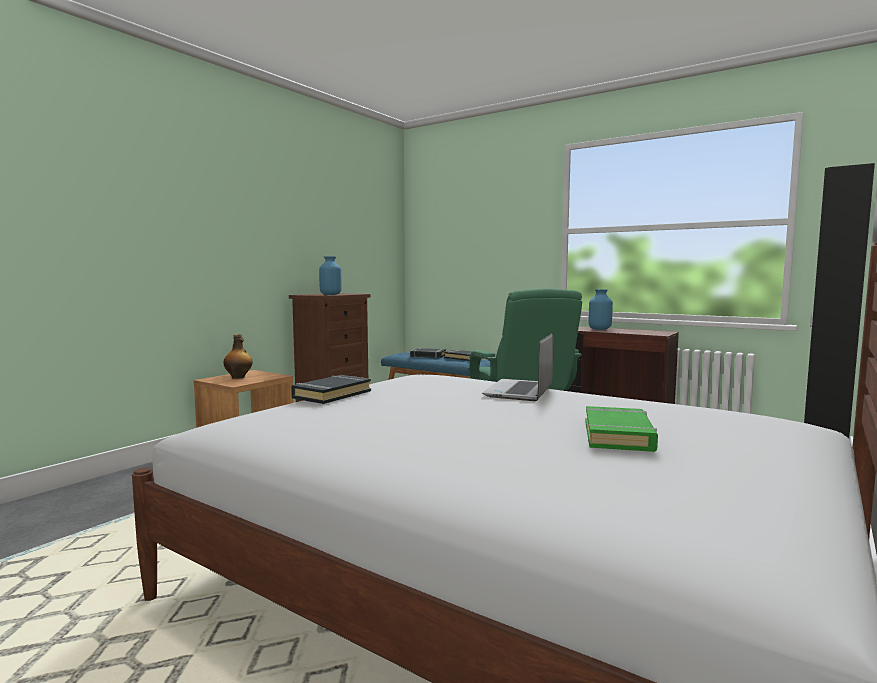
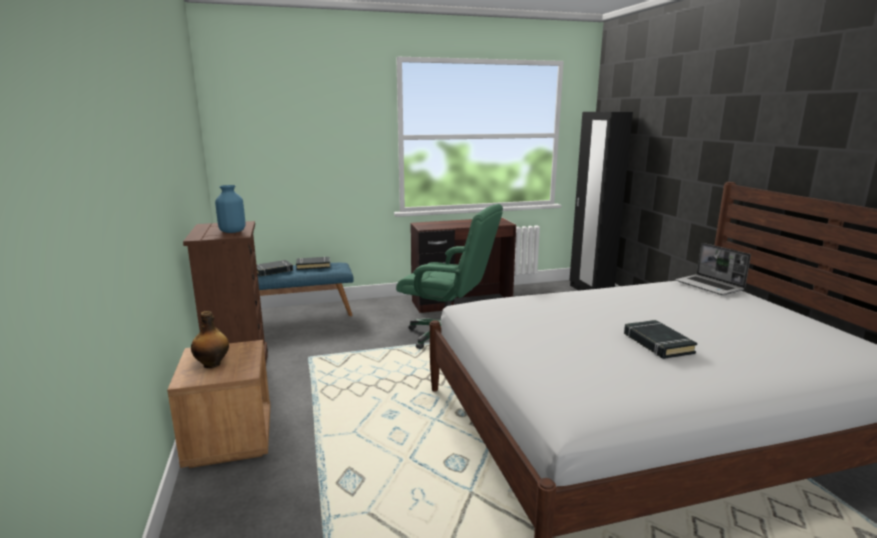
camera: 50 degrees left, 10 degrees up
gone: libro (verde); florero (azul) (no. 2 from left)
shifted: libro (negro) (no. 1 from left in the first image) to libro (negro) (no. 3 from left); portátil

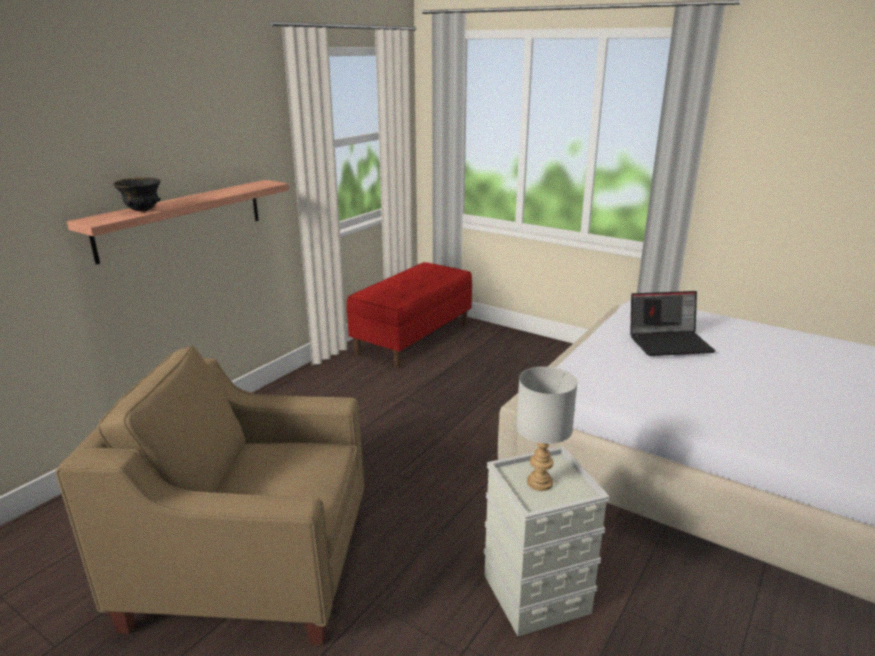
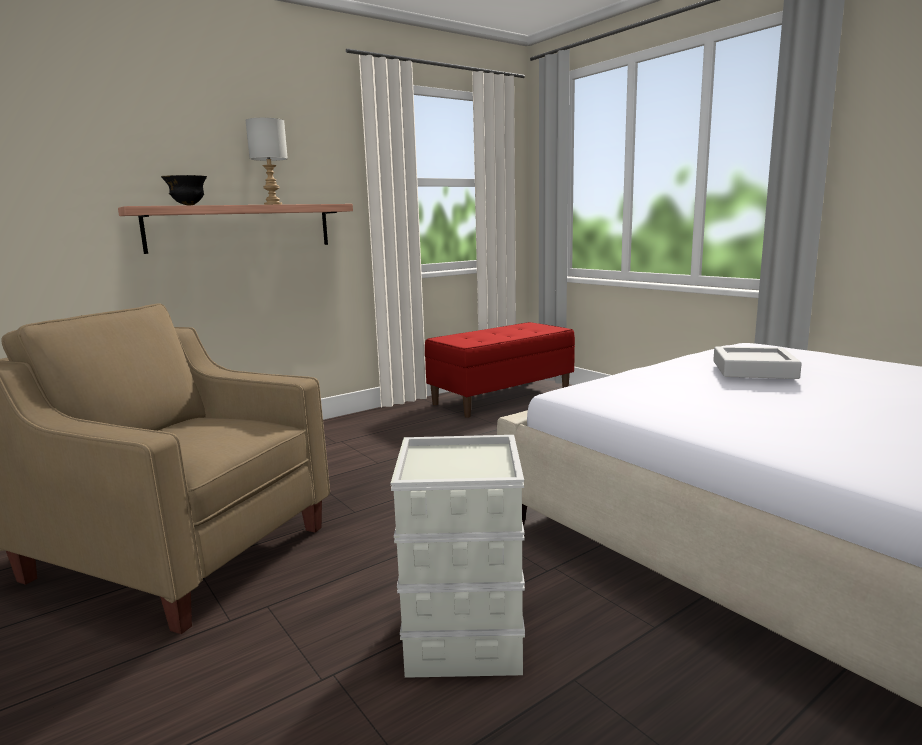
camera: 20 degrees right, 10 degrees down
shifted: lámpara de mesa (gris)
swapped: portátil to bandeja (gris)

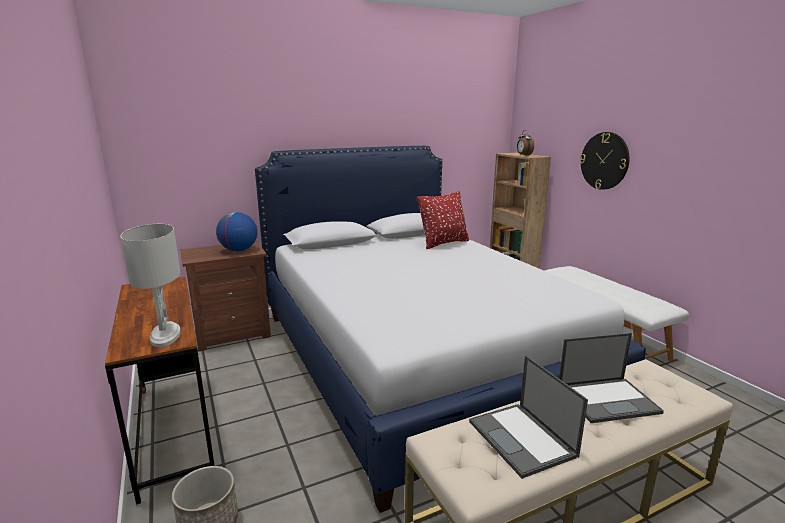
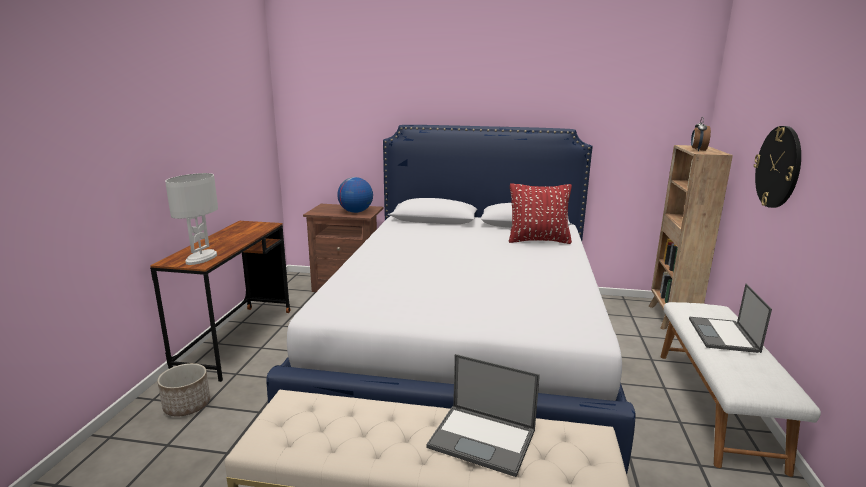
camera: 35 degrees right, 0 degrees up
shifted: portátil (no. 1 from left in the first image) to portátil (no. 2 from left)

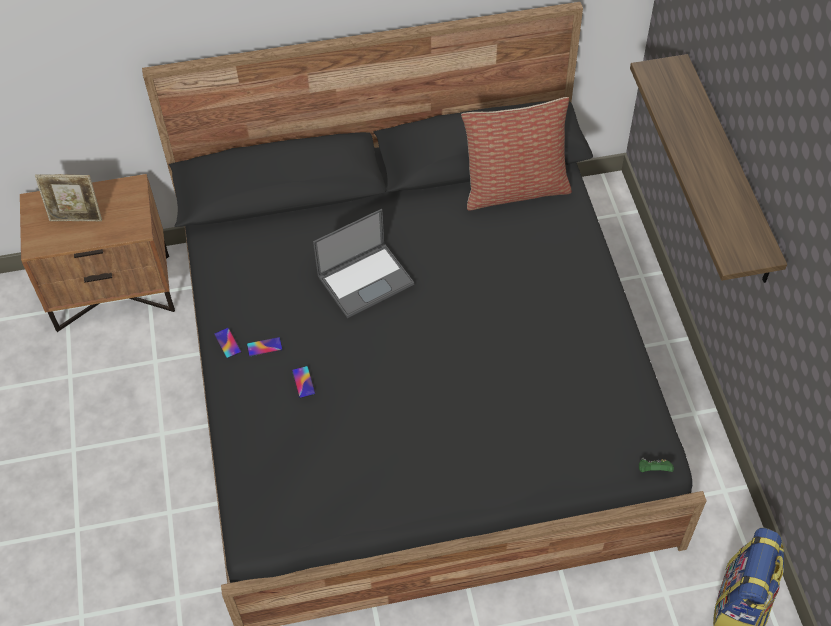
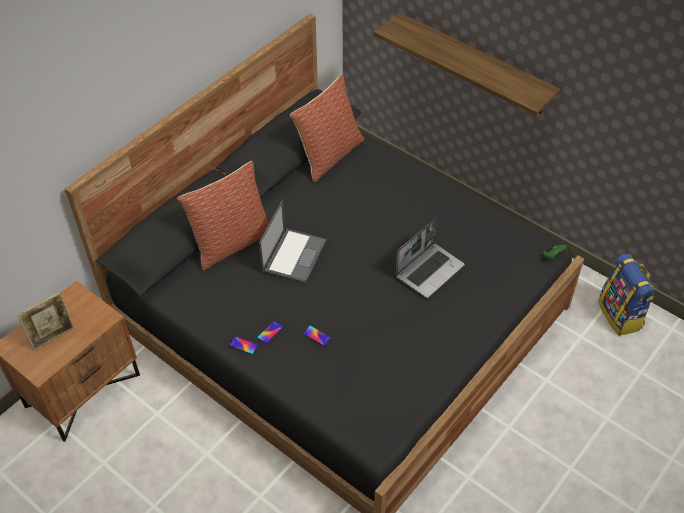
camera: 40 degrees left, 5 degrees down
new: cojín (no. 1 from left); portátil (no. 2 from left)

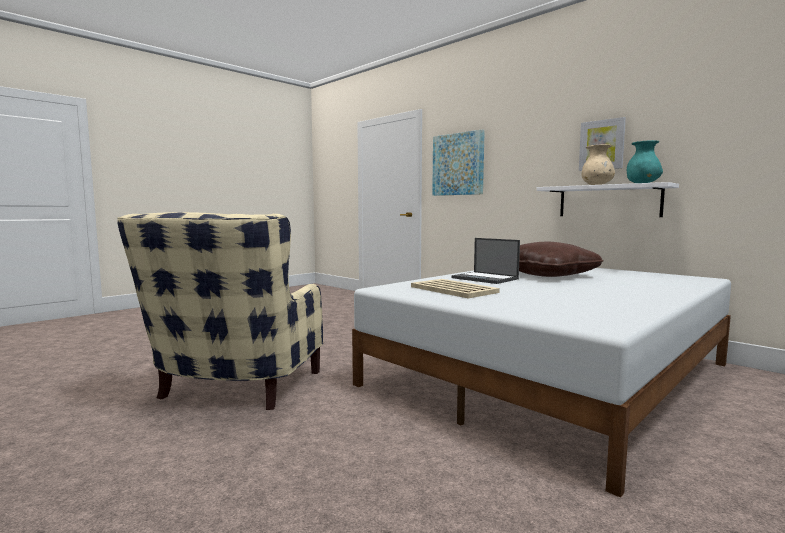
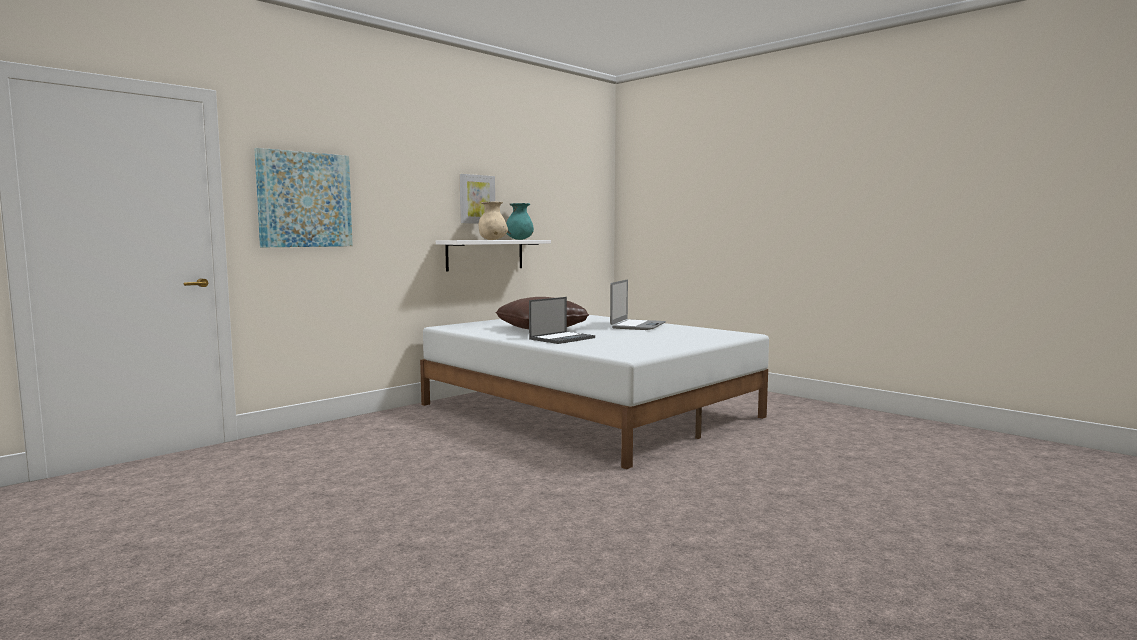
camera: 90 degrees left, 0 degrees up
gone: sillón (beis); bandeja (beis)
new: portátil (no. 2 from left)

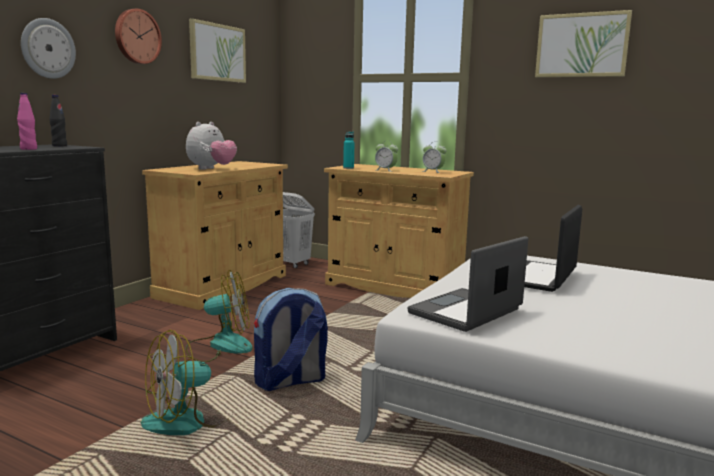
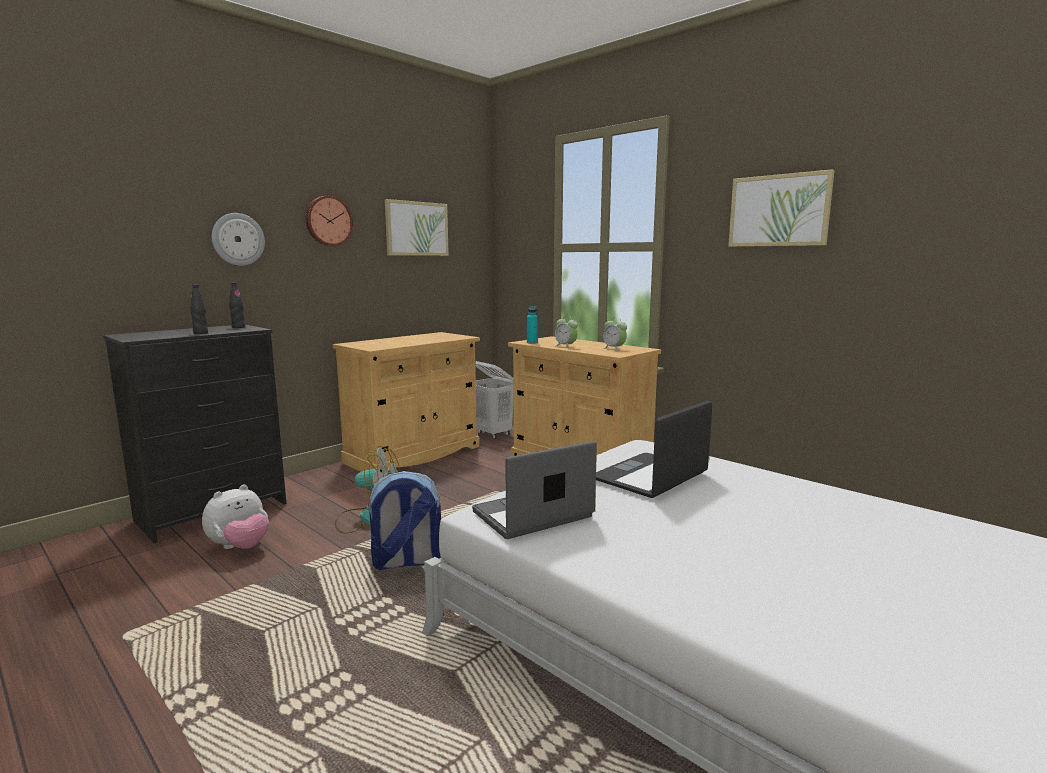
camera: 15 degrees right, 0 degrees up
gone: ventilador (no. 1 from left)
shifted: peluche
repainted: botella (rosa) to botella (negro) (no. 1 from left)

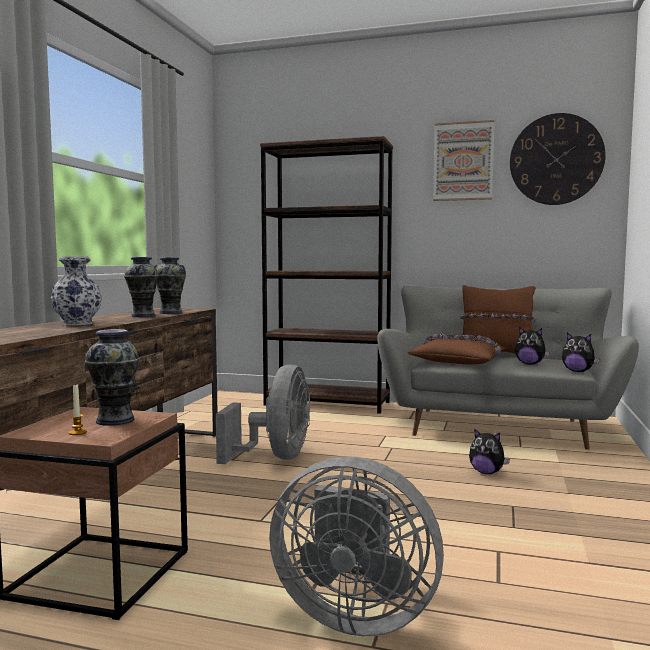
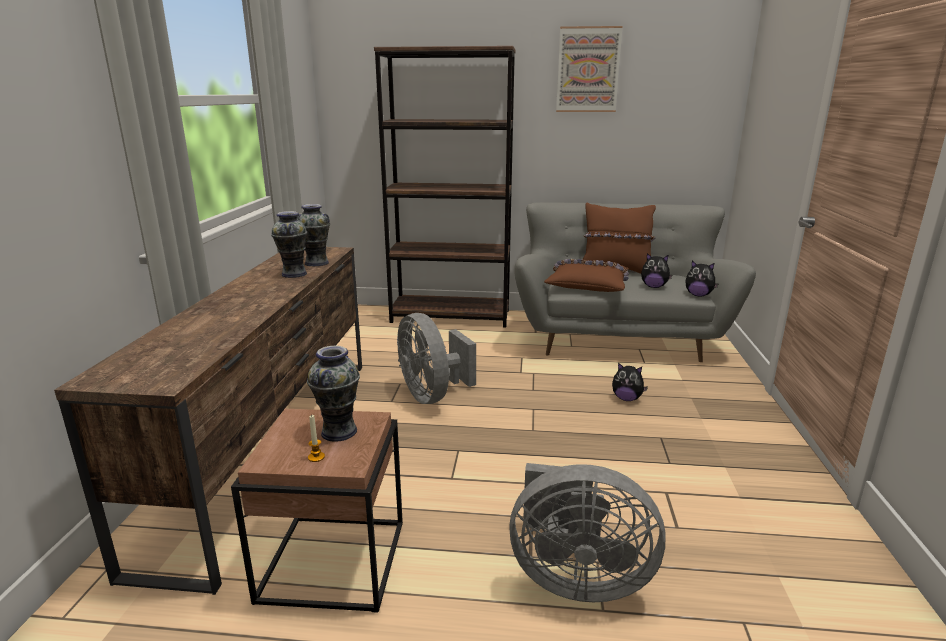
camera: 10 degrees left, 15 degrees up
gone: florero (no. 1 from left); reloj de pared
rotated: ventilador (gris) (no. 1 from left) 150 degrees clockwise

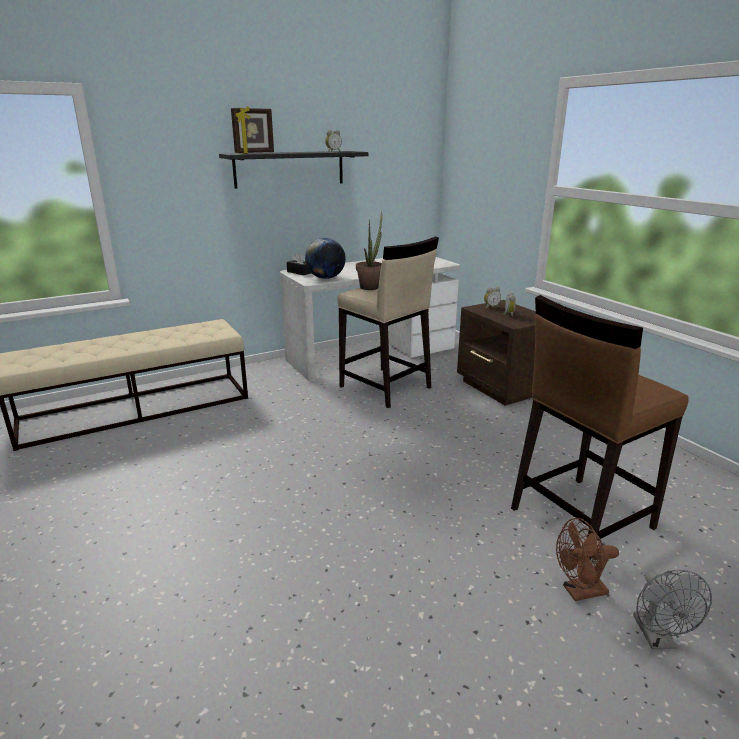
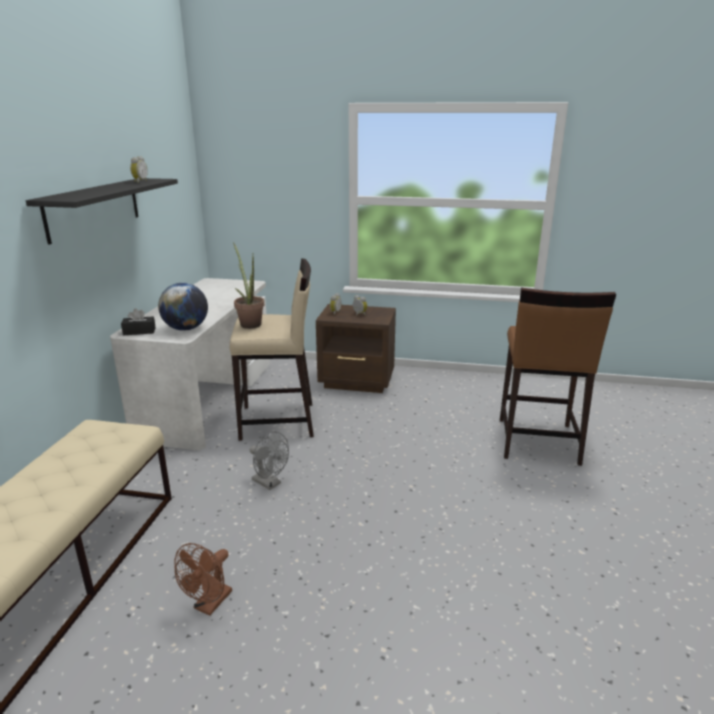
camera: 50 degrees left, 0 degrees up
gone: portarretratos
shifted: ventilador (marrón); ventilador (gris)

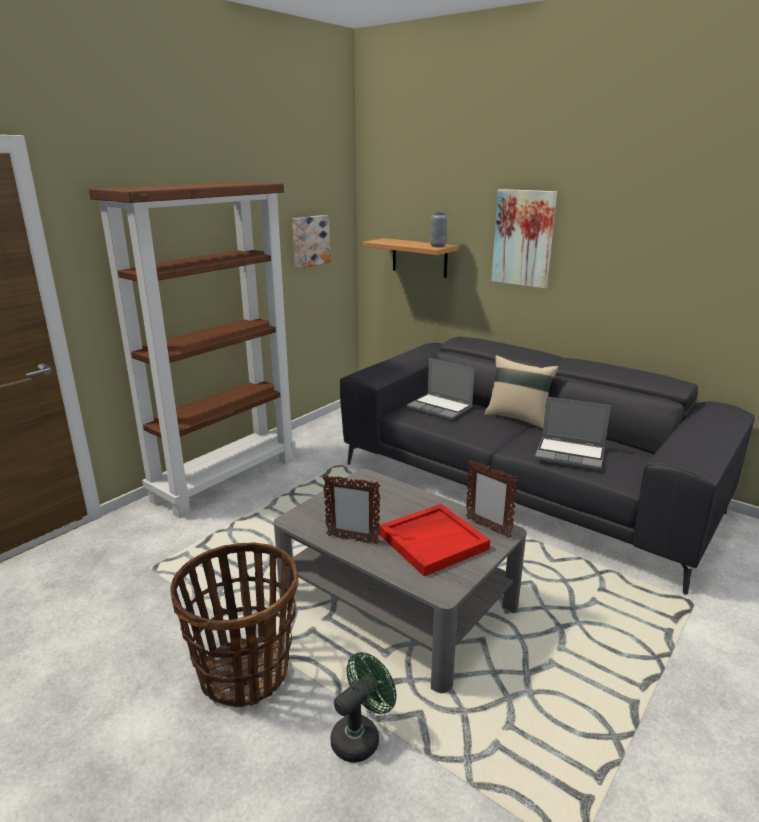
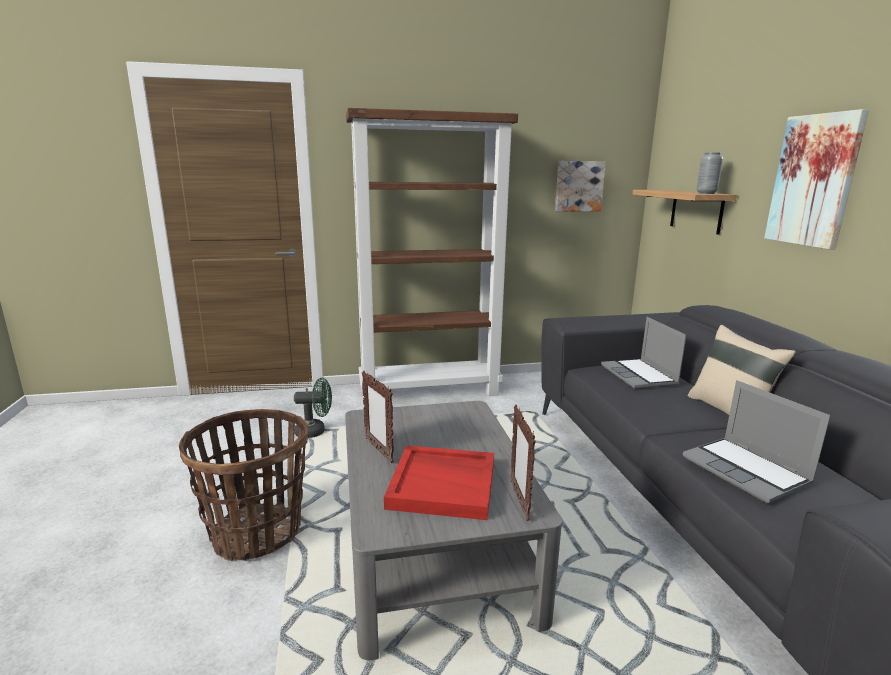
camera: 40 degrees right, 5 degrees down
shifted: ventilador (verde)

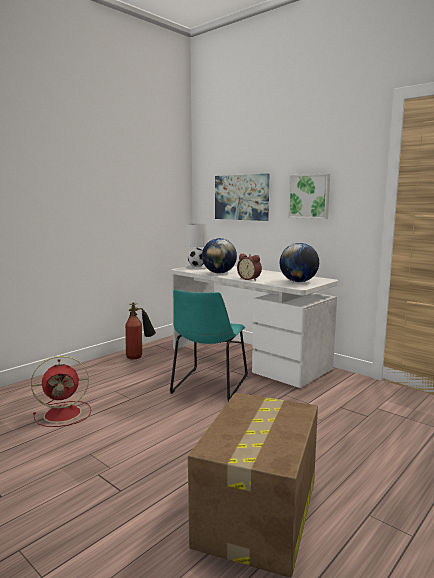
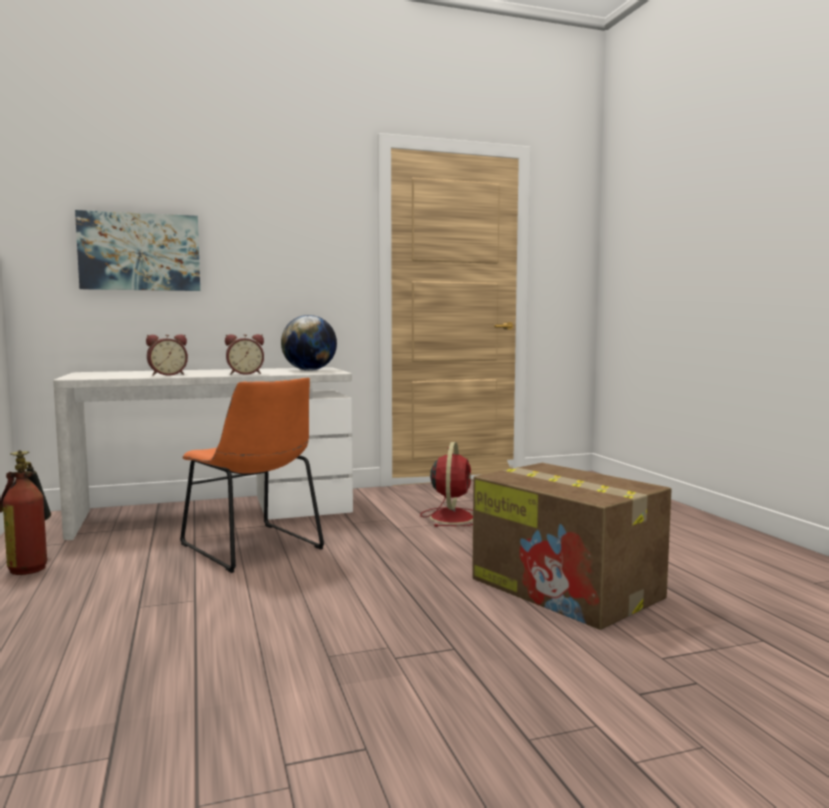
camera: 60 degrees left, 5 degrees down
gone: lámpara de mesa (blanco); cuadro (no. 2 from left)
shifted: ventilador (rojo)
swapped: globo terráqueo (no. 1 from left) to despertador (no. 1 from left)
repainted: silla (turquesa) to silla (naranja)

